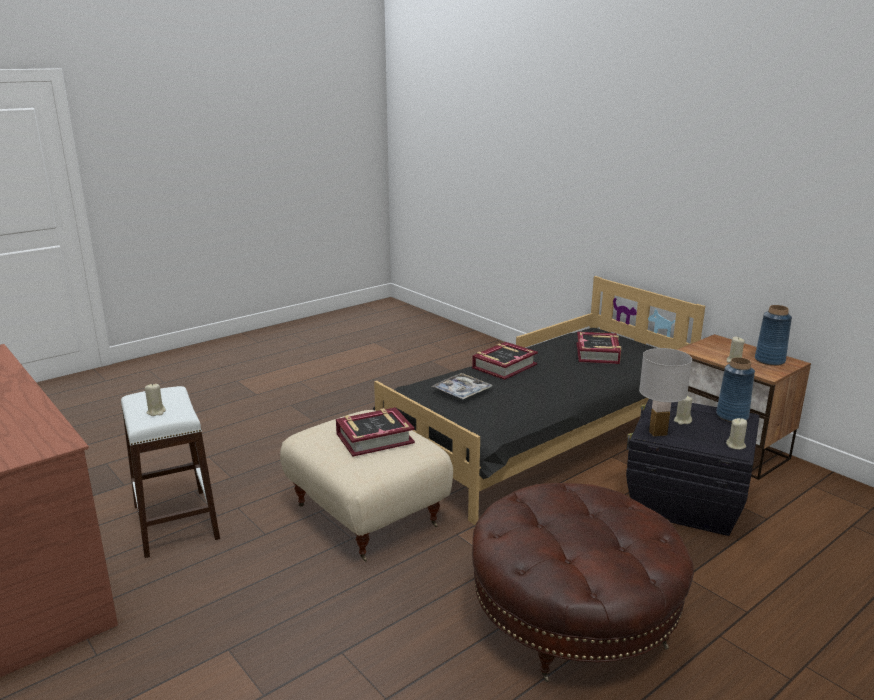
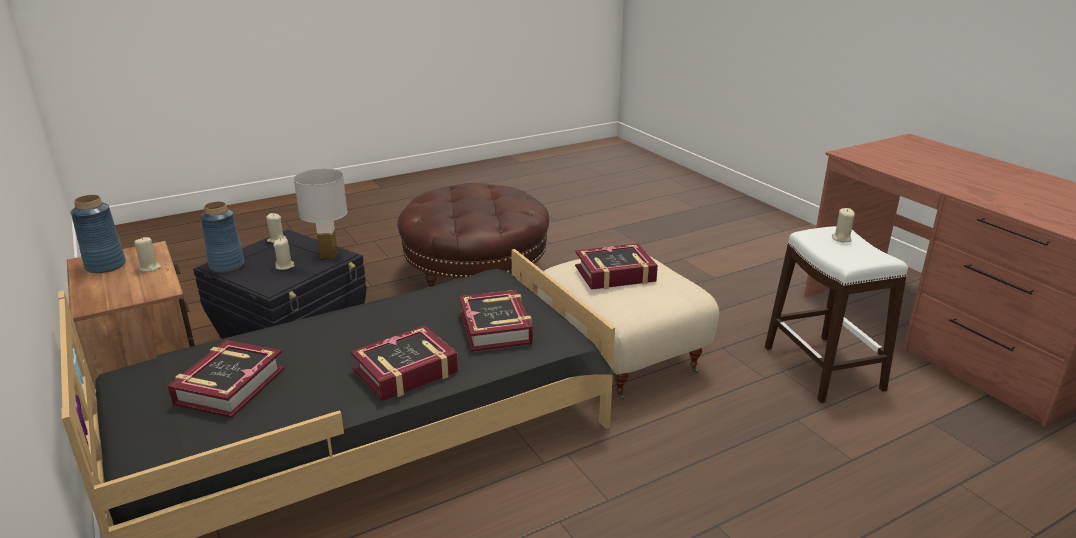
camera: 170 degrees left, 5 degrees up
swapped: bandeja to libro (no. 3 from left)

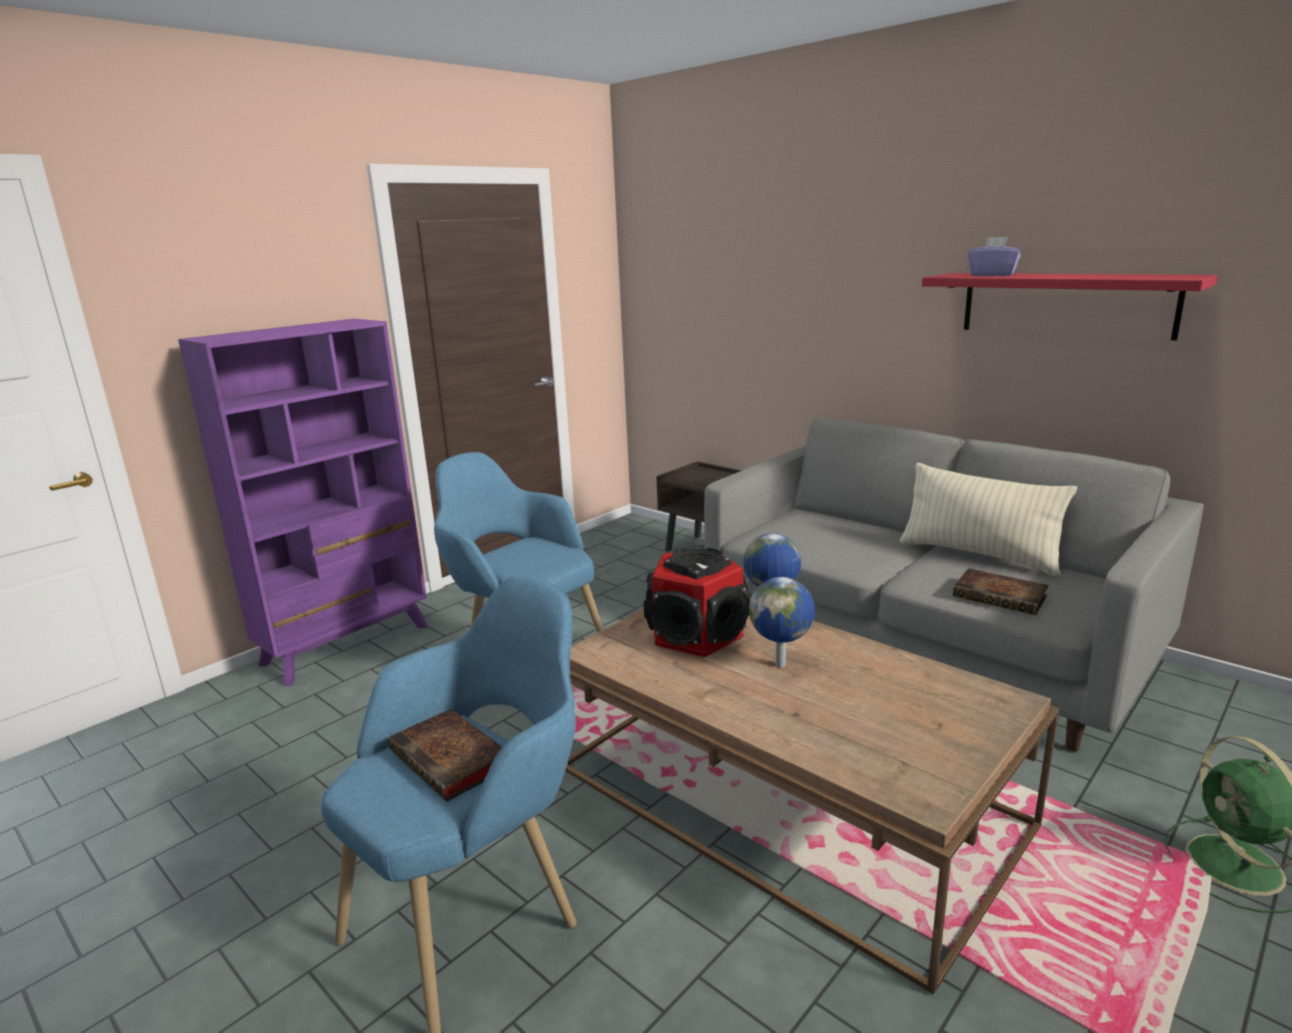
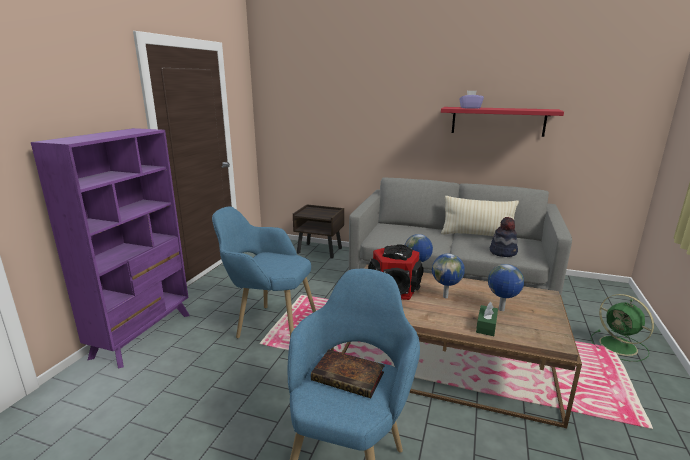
camera: 25 degrees left, 0 degrees up
new: caja de pañuelos (verde); globo terráqueo (no. 3 from left)
swapped: libro (no. 2 from left) to sombrero

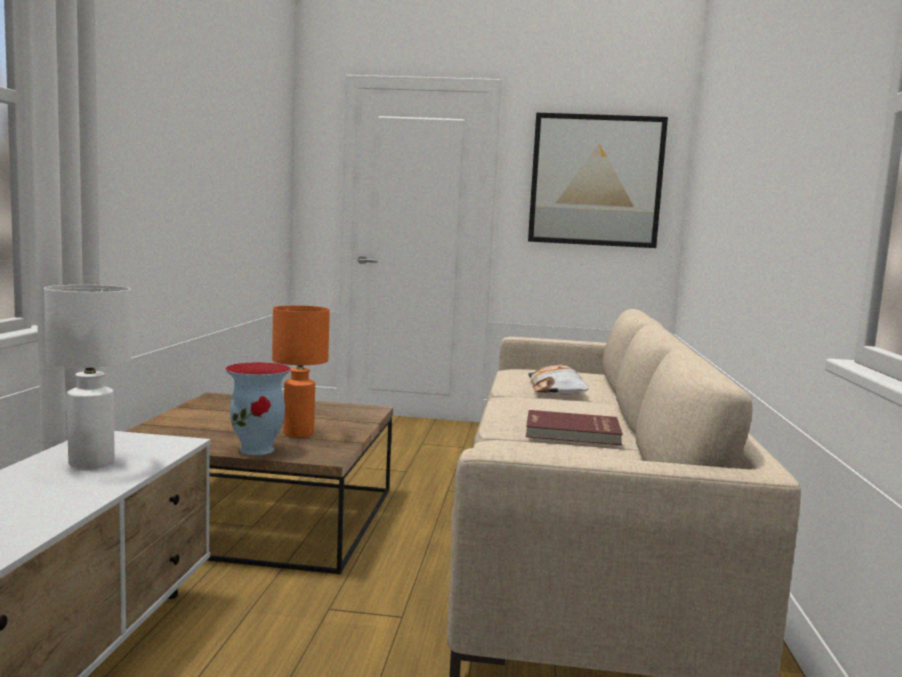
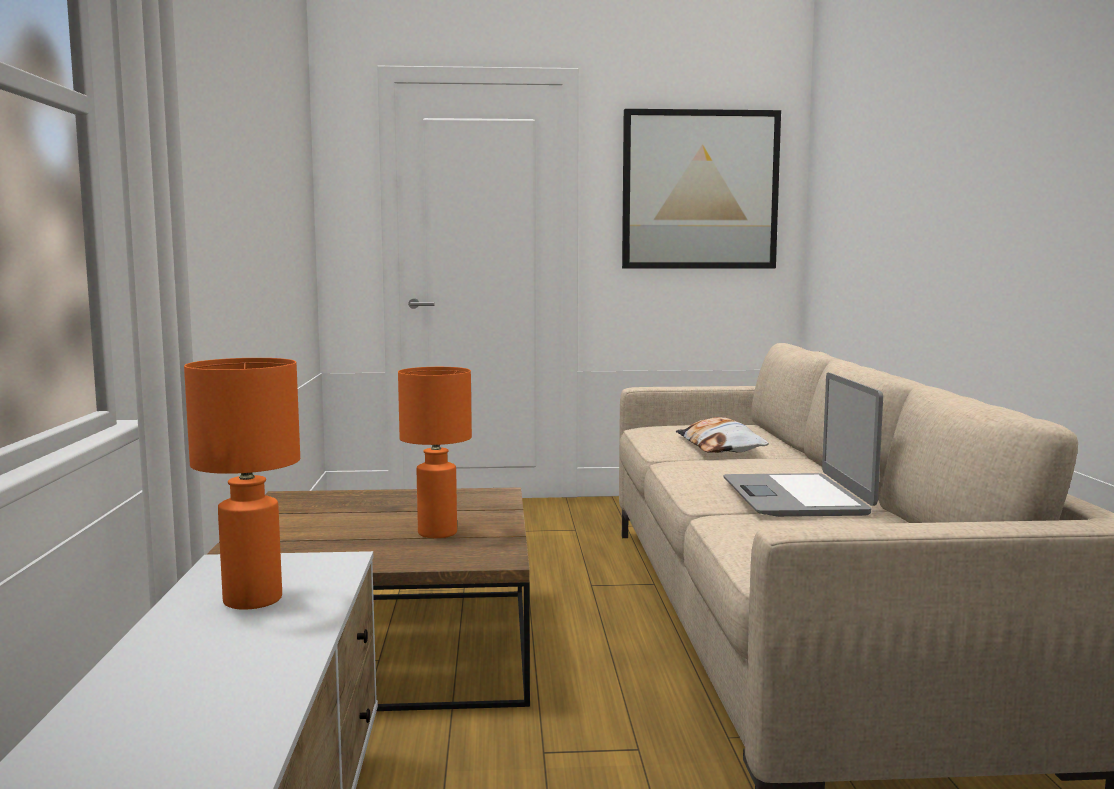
camera: 10 degrees left, 0 degrees up
gone: florero
swapped: libro (rojo) to portátil
repainted: lámpara de mesa (blanco) to lámpara de mesa (naranja) (no. 1 from left)

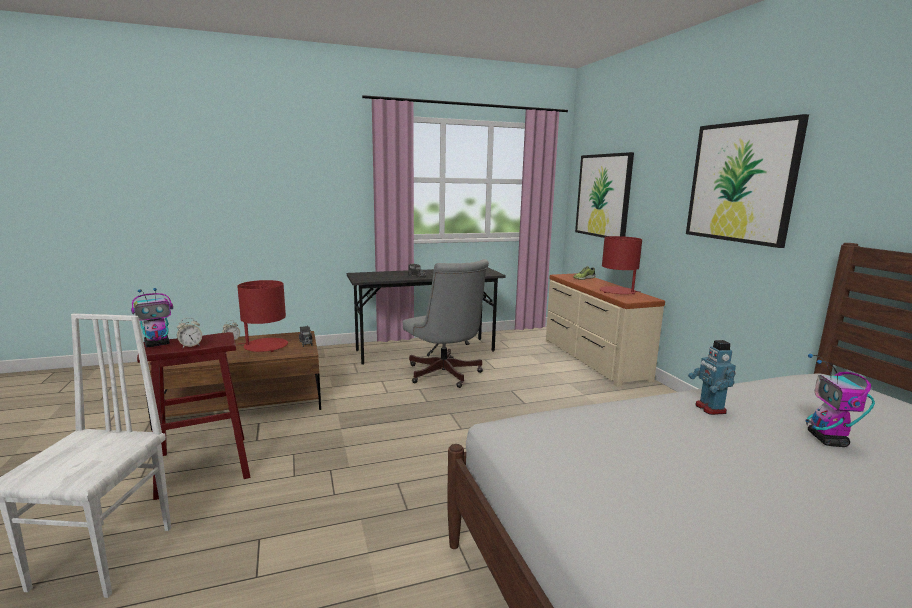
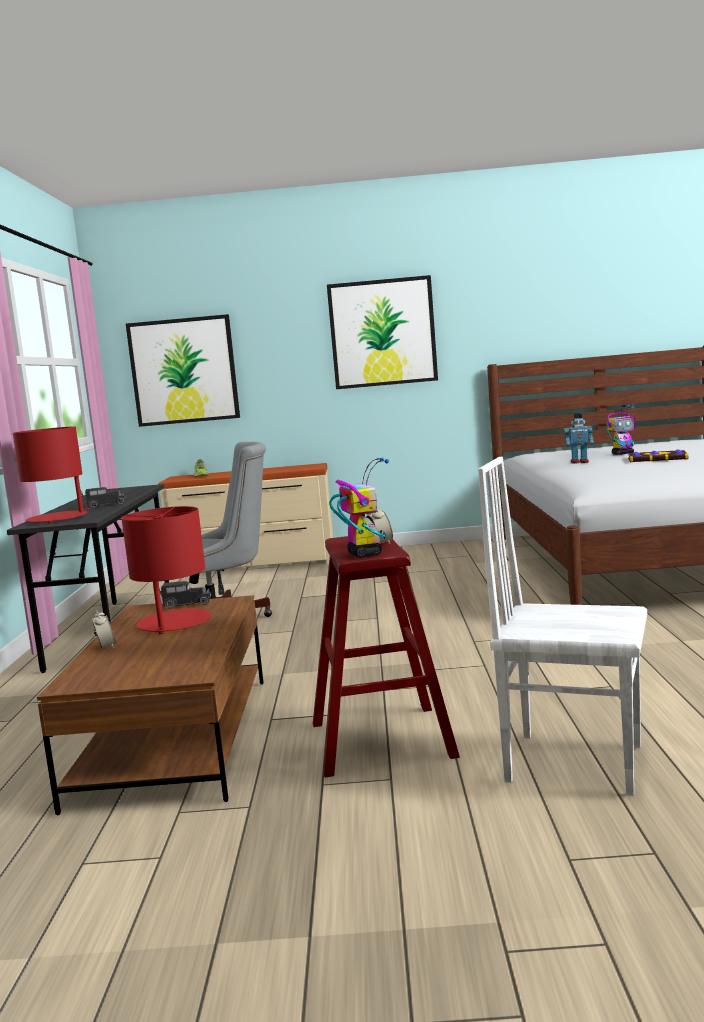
camera: 70 degrees left, 5 degrees down
new: libro
shifted: lámpara de mesa (rojo) (no. 2 from left in the first image) to lámpara de mesa (rojo) (no. 1 from left)
rotated: robot de juguete (no. 3 from left) 45 degrees counterclockwise

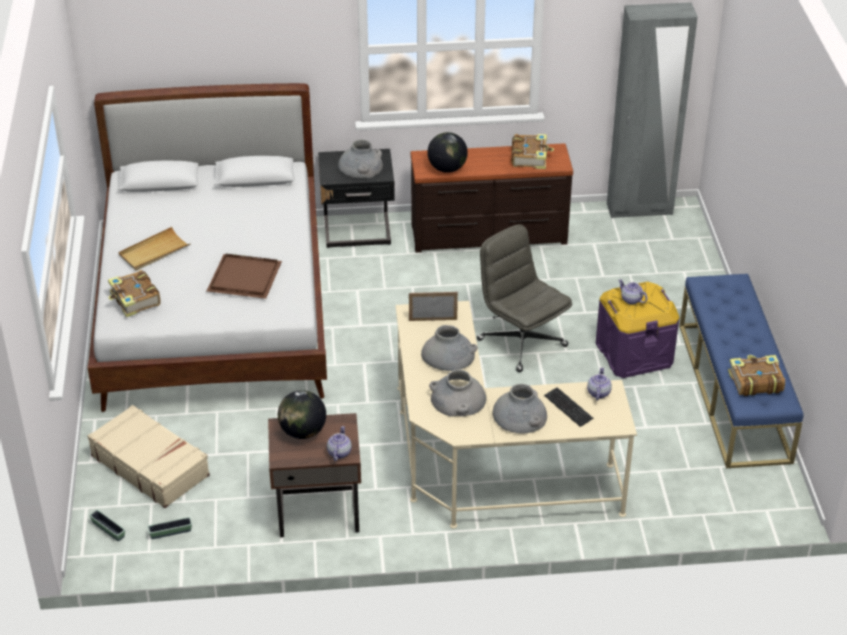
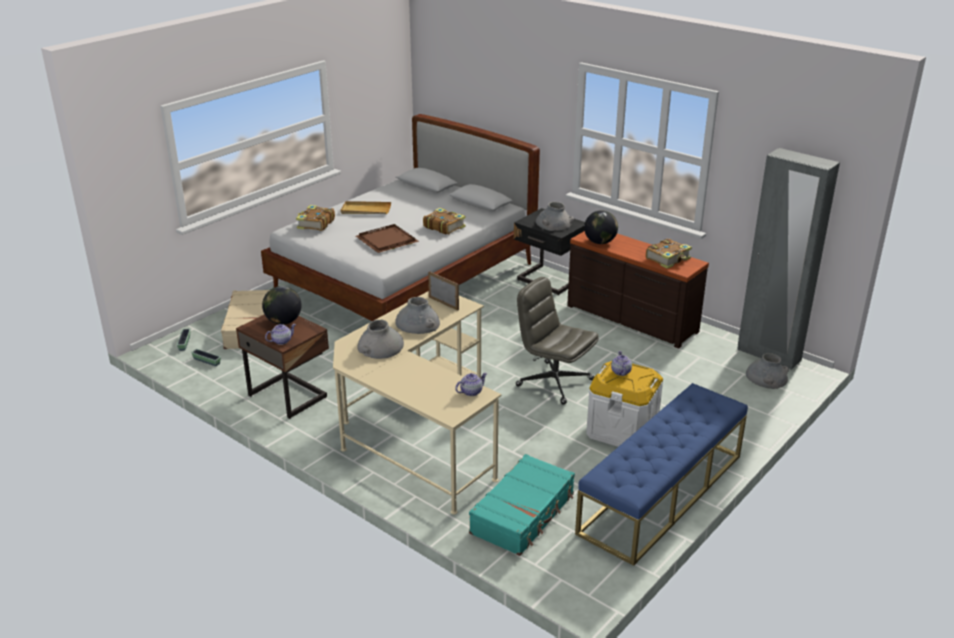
camera: 45 degrees right, 10 degrees down
gone: teclado
new: maleta (turquesa)
shifted: florero (gris) (no. 4 from left); libro (no. 3 from left in the first image) to libro (no. 2 from left)
repainted: caja de almacenaje (morado) to caja de almacenaje (blanco)
rotated: silla de oficina (gris) 60 degrees counterclockwise

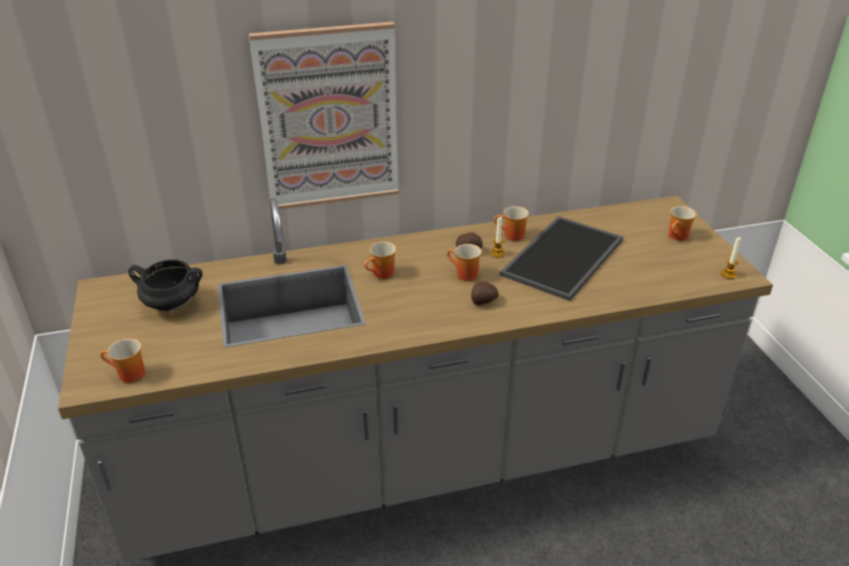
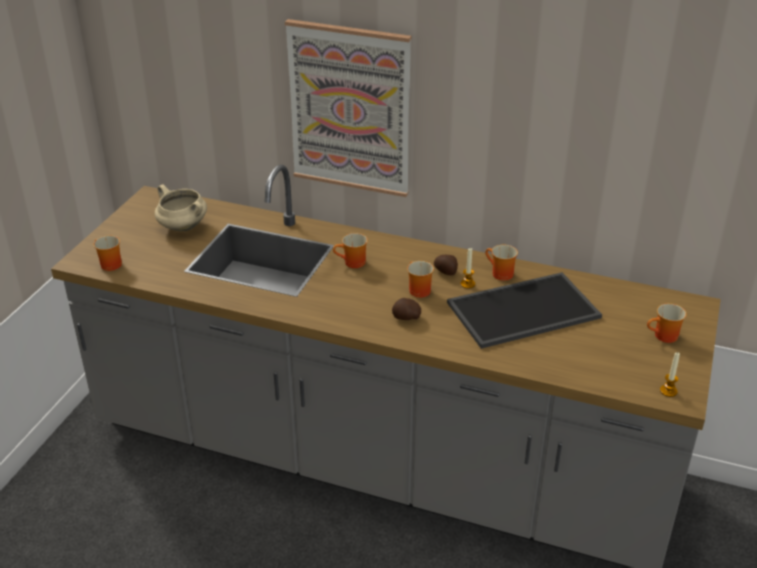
camera: 35 degrees right, 0 degrees up
repainted: olla (negro) to olla (beis)

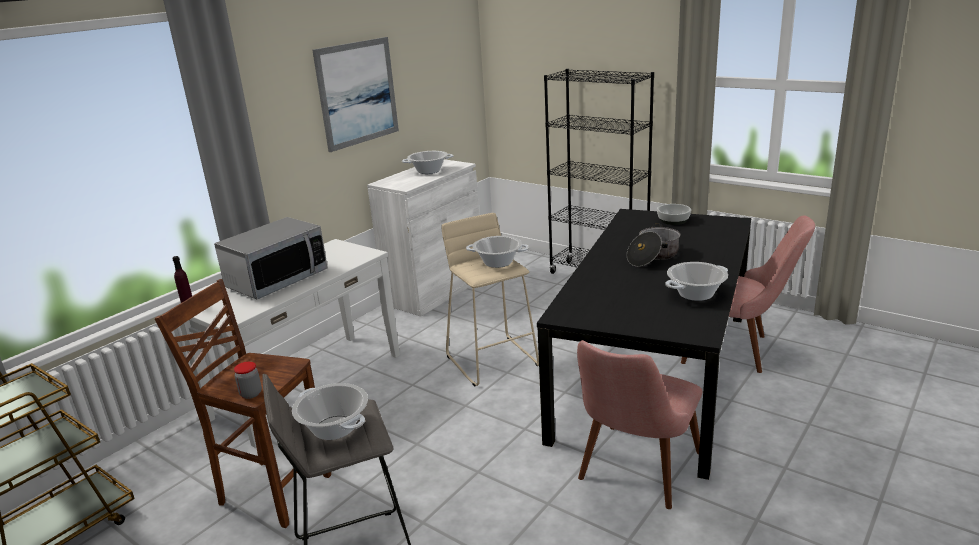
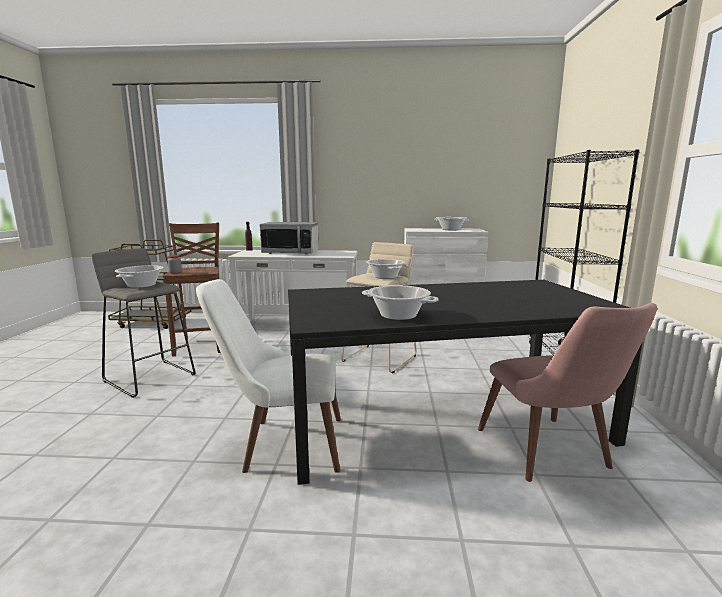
camera: 55 degrees right, 10 degrees down
gone: cuadro; olla (no. 4 from left); cuenco
repainted: silla (rosa) (no. 1 from left) to silla (blanco)

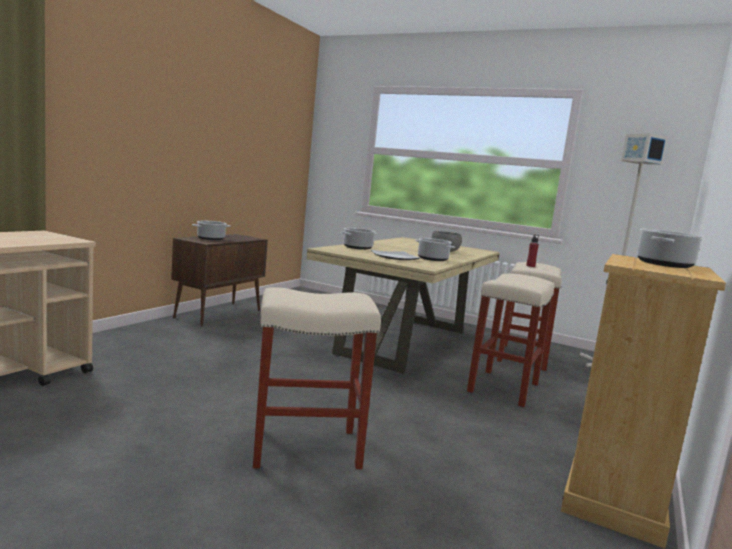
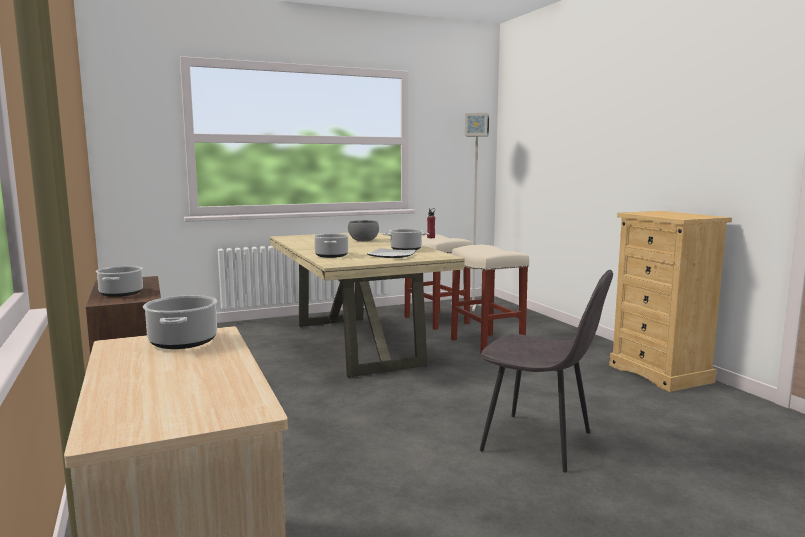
camera: 50 degrees left, 0 degrees up
shifted: olla (no. 4 from left in the first image) to olla (no. 2 from left)
swapped: taburete (beis) (no. 1 from left) to silla (gris)

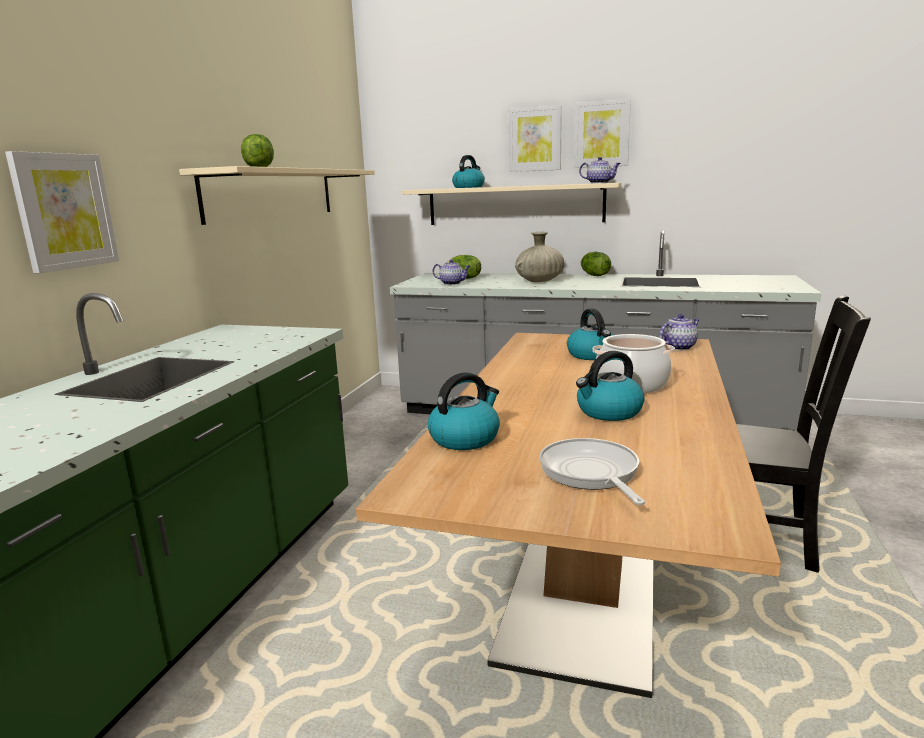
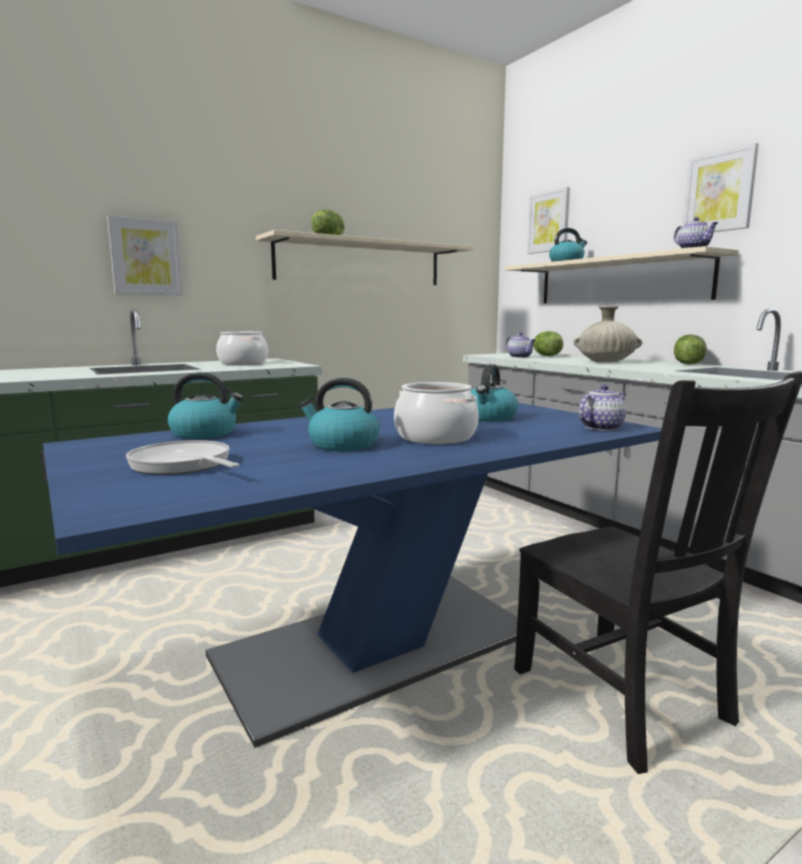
camera: 40 degrees right, 5 degrees down
new: olla (no. 1 from left)
shifted: cuadro (no. 2 from left)
repainted: mesa de comedor (beis) to mesa de comedor (azul)
rotated: sartén 75 degrees counterclockwise; tetera (no. 3 from left in the first image) 45 degrees counterclockwise

